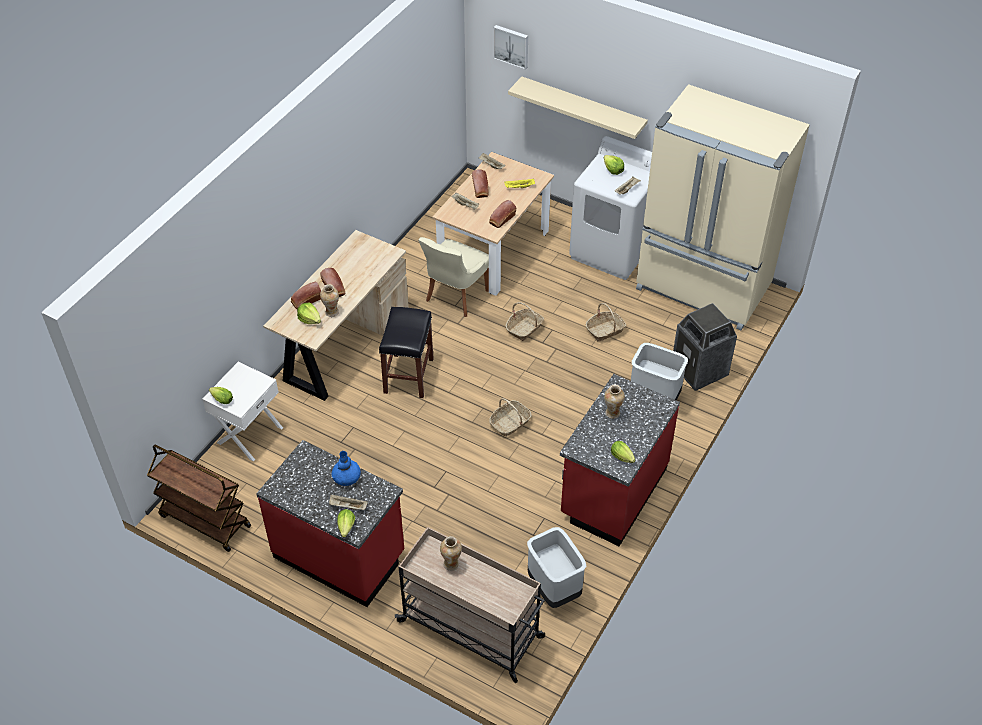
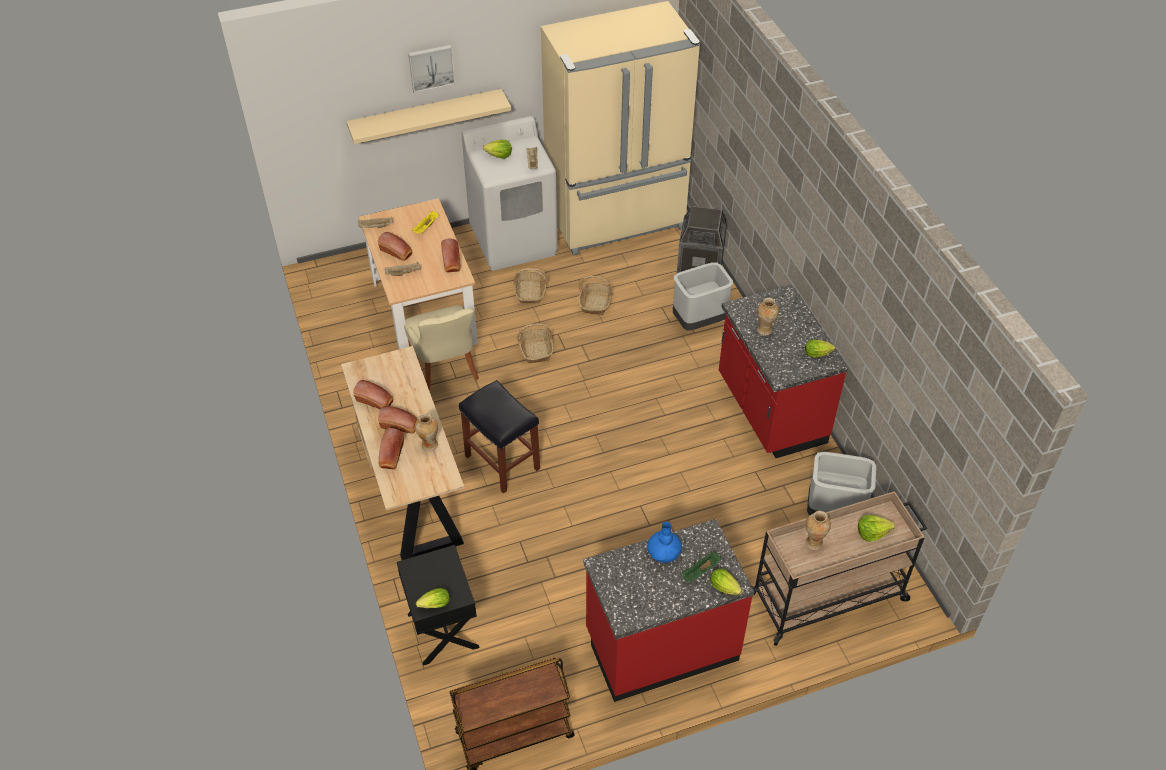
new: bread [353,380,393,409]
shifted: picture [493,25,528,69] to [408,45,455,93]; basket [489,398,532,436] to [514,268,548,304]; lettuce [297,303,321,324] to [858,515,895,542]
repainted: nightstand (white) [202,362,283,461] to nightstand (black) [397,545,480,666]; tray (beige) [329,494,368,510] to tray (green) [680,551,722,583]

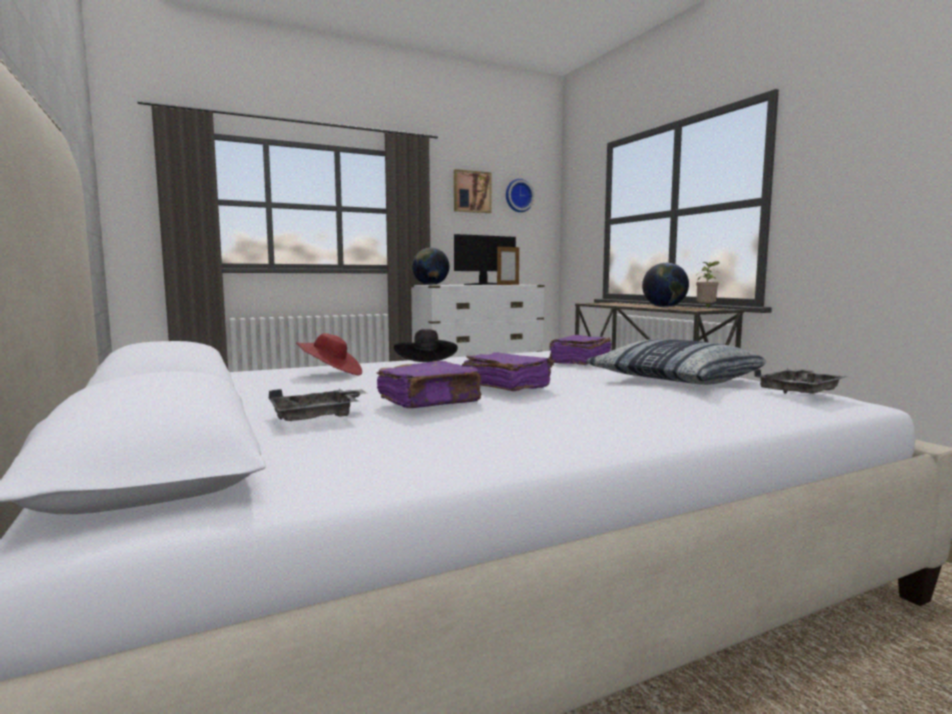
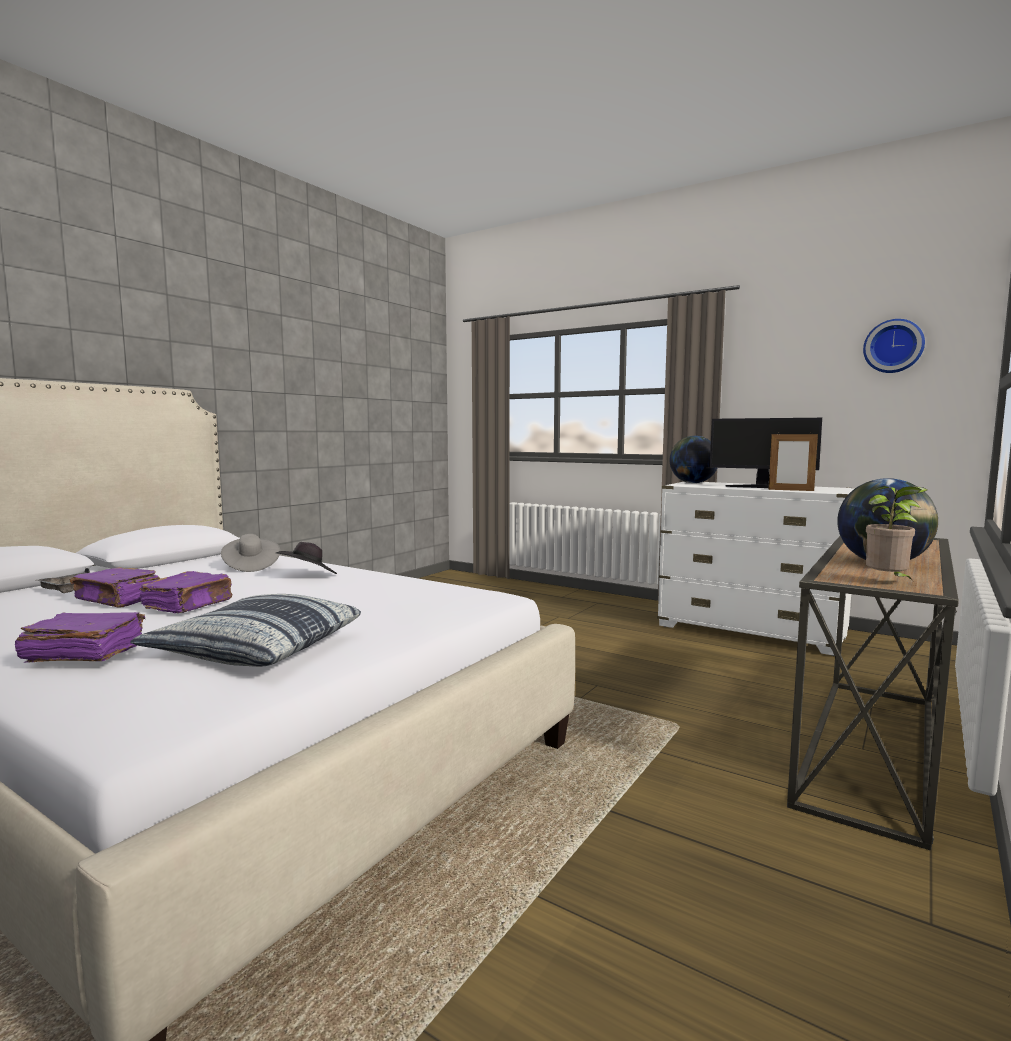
gone: picture [454,169,492,213]; tray (grey) [754,369,847,394]
shifted: book (purple) [549,335,612,365] to [15,612,145,663]
repainted: hat (red) [296,333,362,375] to hat (grey) [221,534,280,572]

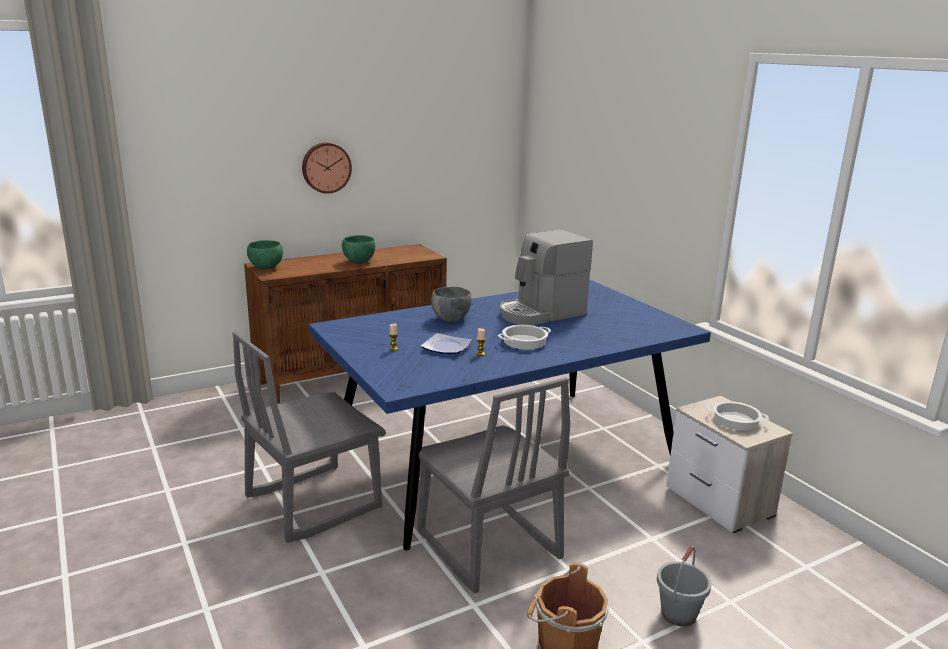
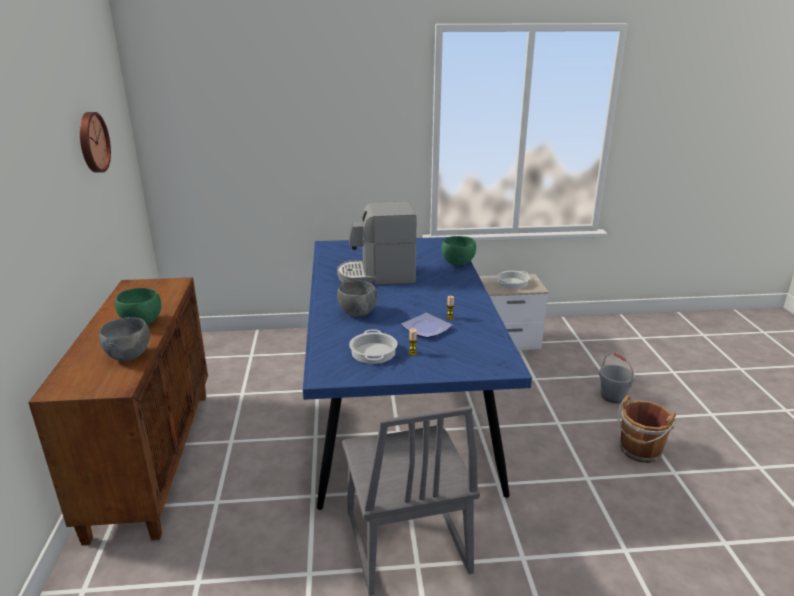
gone: chair (grey) [418,377,570,593]
new: bowl (grey) [99,317,150,361]
shifted: wall clock [302,142,352,194] to [80,112,111,173]; cooking pot [498,325,551,349] to [349,329,397,364]; bowl (green) [247,240,283,269] to [442,236,476,266]
rotated: coffee machine [500,229,593,325] = [337,201,417,285] 90 degrees clockwise

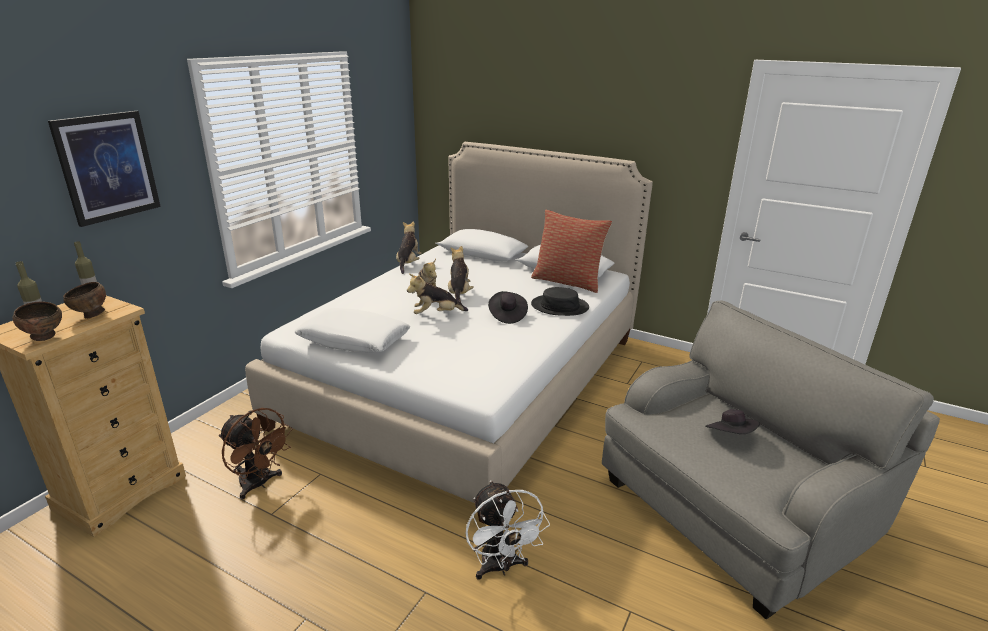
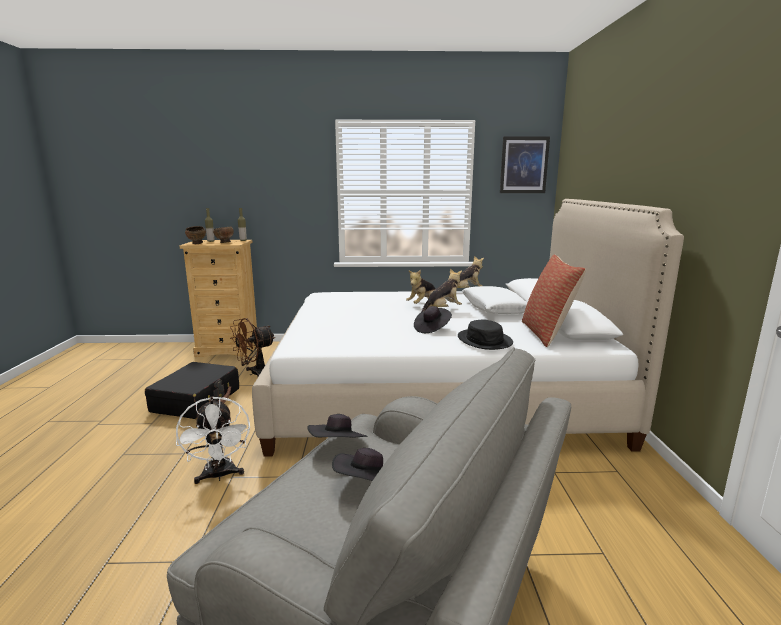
gone: plush toy [407,274,468,314]
new: suitcase (black) [145,362,239,419]; hat (black) [307,414,368,438]
shifted: pillow (white) [295,308,410,353] to [462,286,527,314]; picture [48,111,161,227] to [500,136,550,193]
rotated: fan (white) [465,480,550,580] = [176,396,250,484] 60 degrees counterclockwise; fan (brown) [219,408,293,500] = [230,318,275,376] 45 degrees clockwise

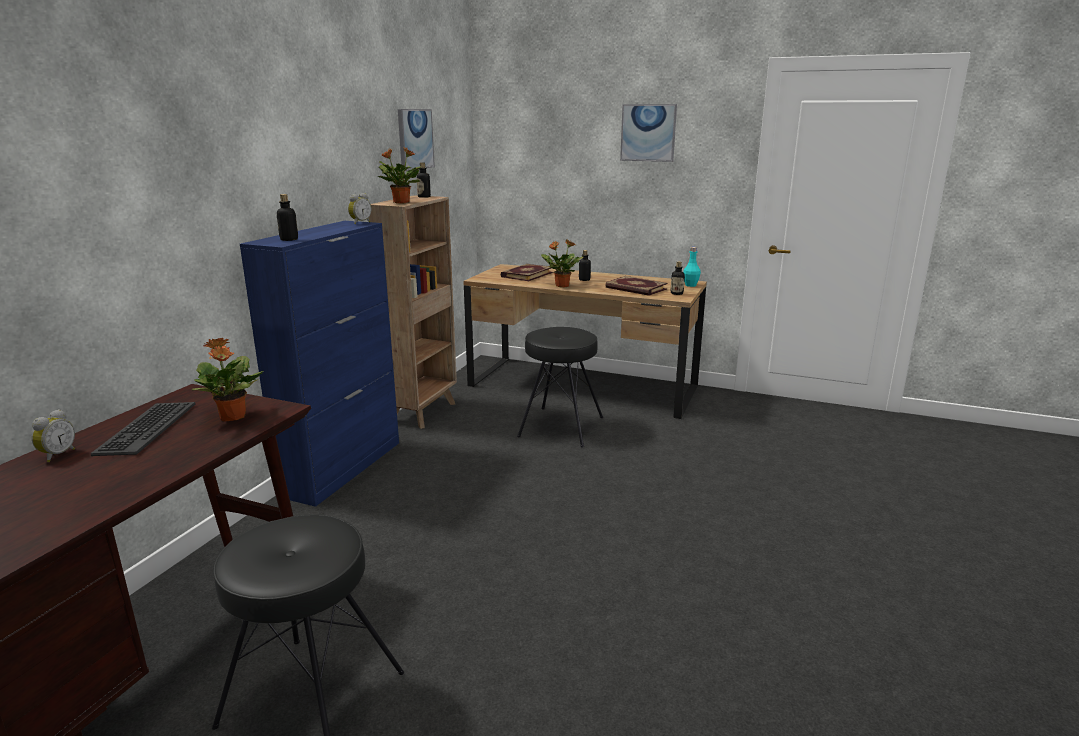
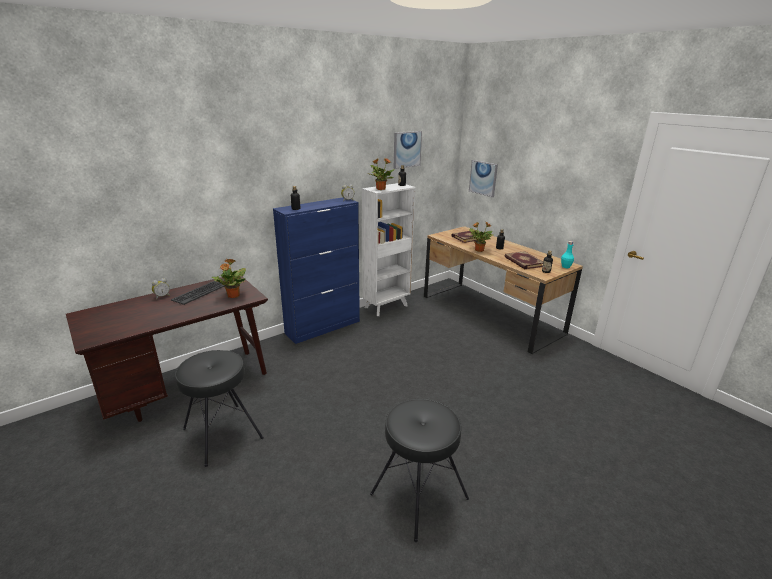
shifted: stool (black) [517,327,603,448] to [370,399,469,542]; picture [620,104,677,162] to [469,160,498,197]
repainted: bookcase (brown) [369,195,457,429] to bookcase (white) [362,183,415,316]

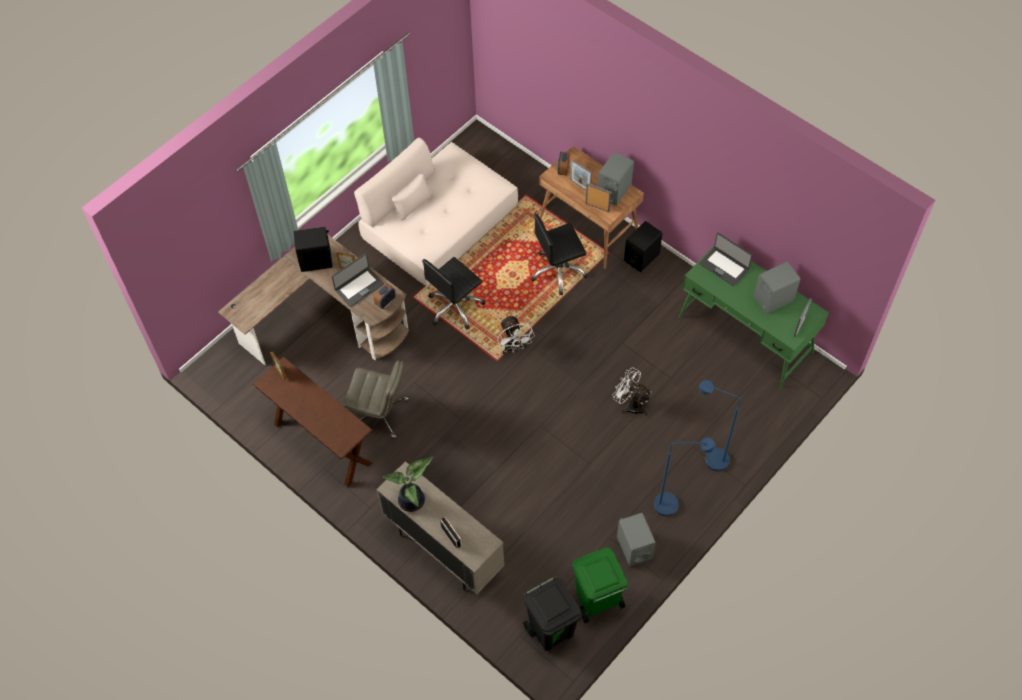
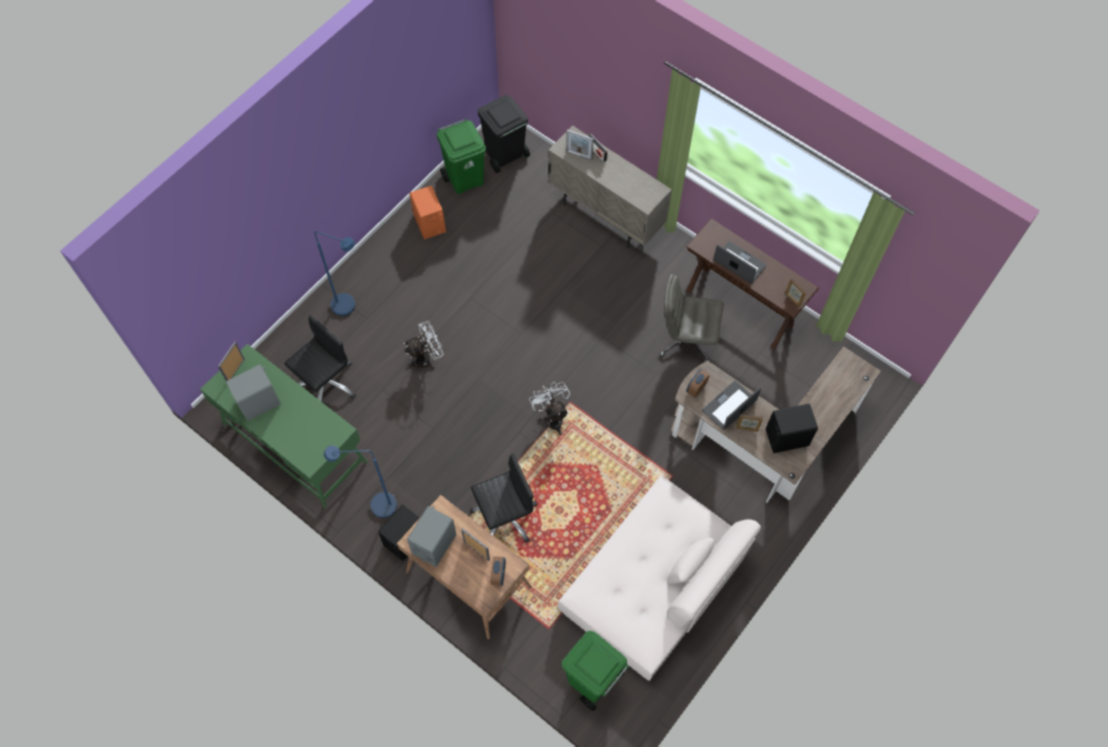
gone: potted plant [382,456,434,512]
new: trash can (green) [562,631,629,711]
shifted: office chair (black) [422,257,485,330] to [284,315,356,402]; floor lamp (blue) [654,438,715,516] to [324,445,397,518]; picture frame [586,183,611,212] to [566,130,593,160]; laptop [699,233,753,286] to [713,241,767,284]
repainted: speaker (grey) [617,513,656,566] to speaker (orange) [410,186,446,239]
rotated: fan (white) [613,367,652,416] = [404,321,444,369] 60 degrees counterclockwise

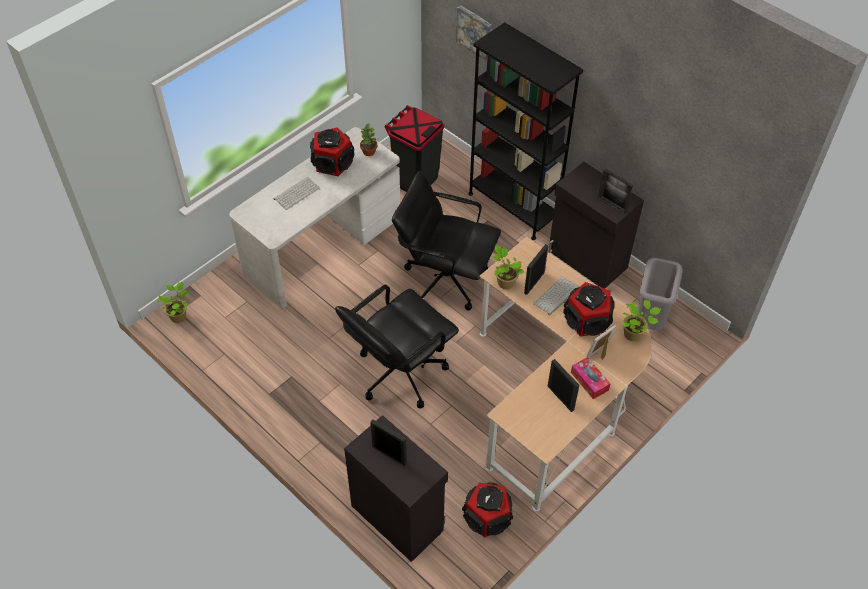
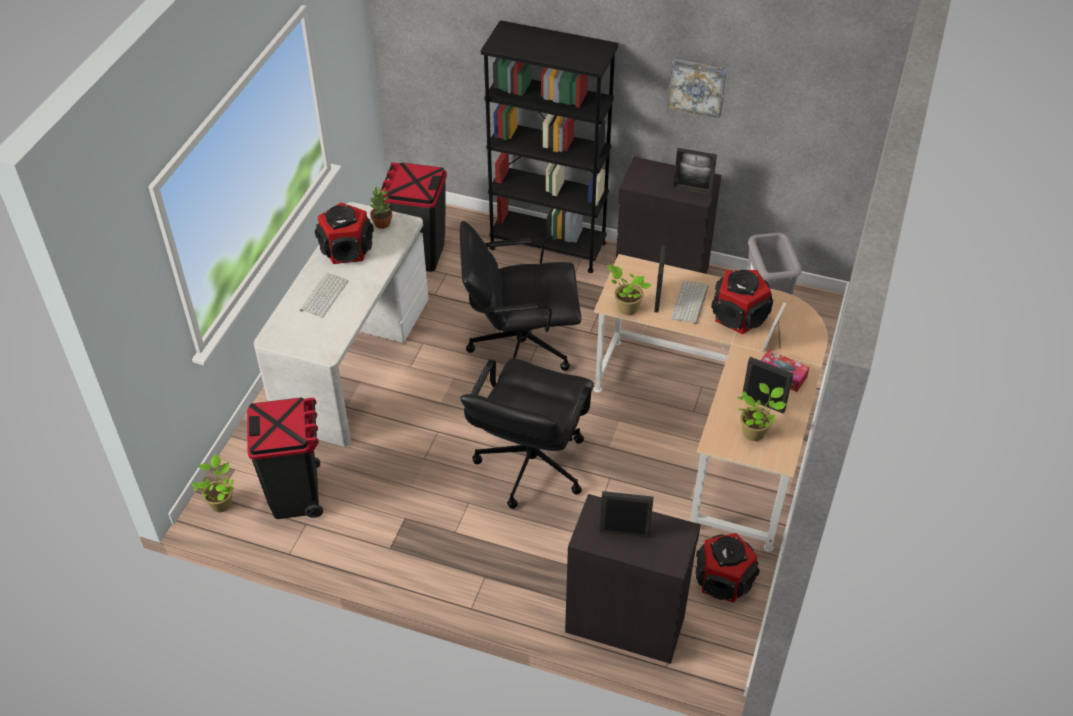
new: trash can (black) [247,398,323,519]
shifted: picture [456,5,492,61] to [668,59,727,118]; potted plant [622,299,661,341] to [737,383,787,441]

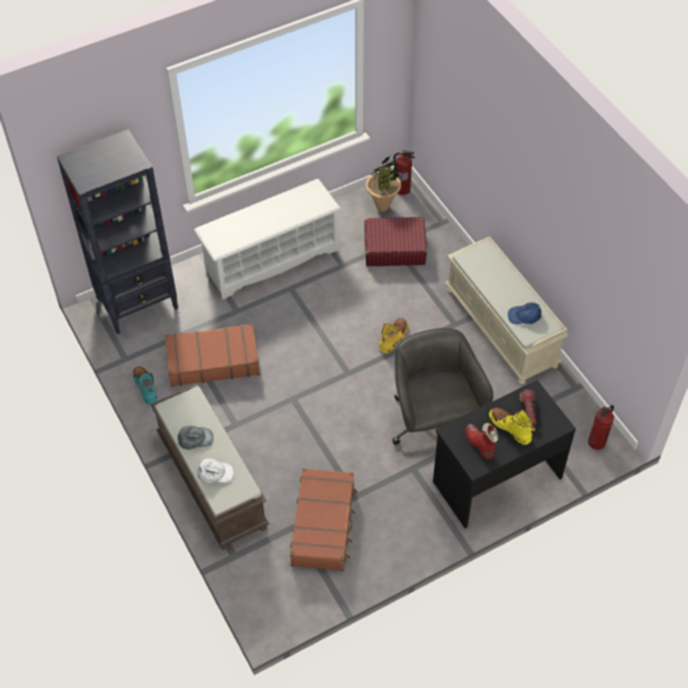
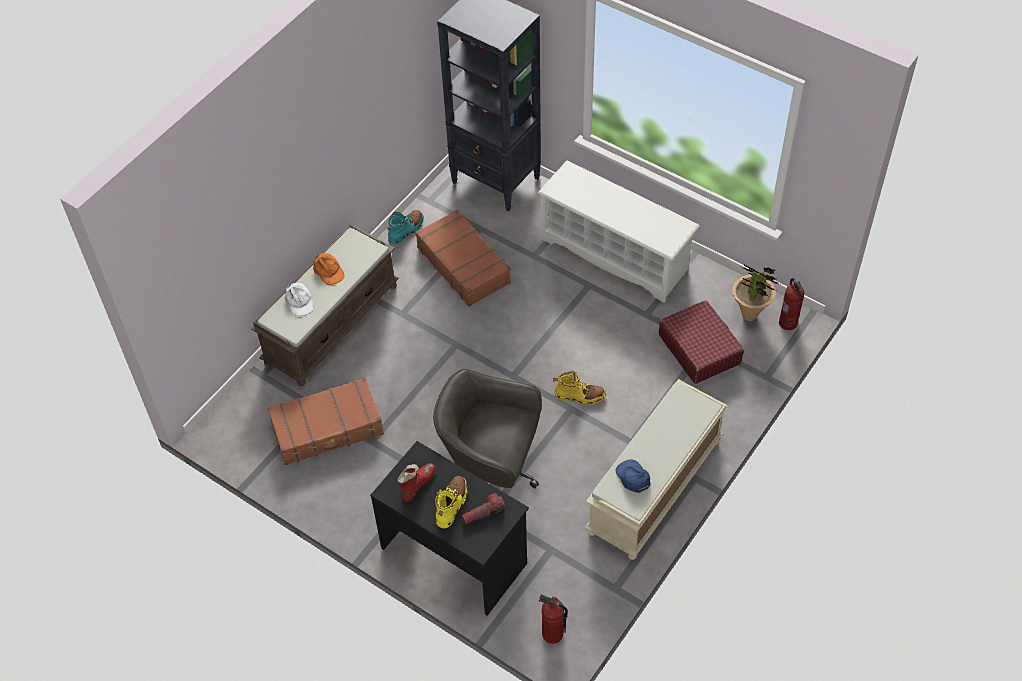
repainted: cap (grey) [178,426,214,450] to cap (orange) [313,253,344,285]
rotated: office chair (grey) [392,328,493,445] = [433,369,542,488] 120 degrees counterclockwise

